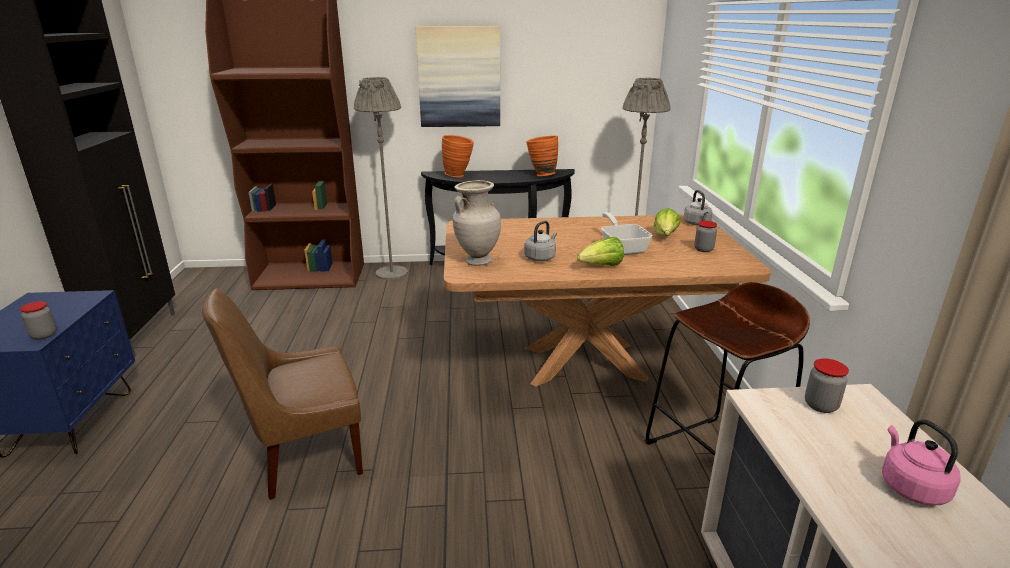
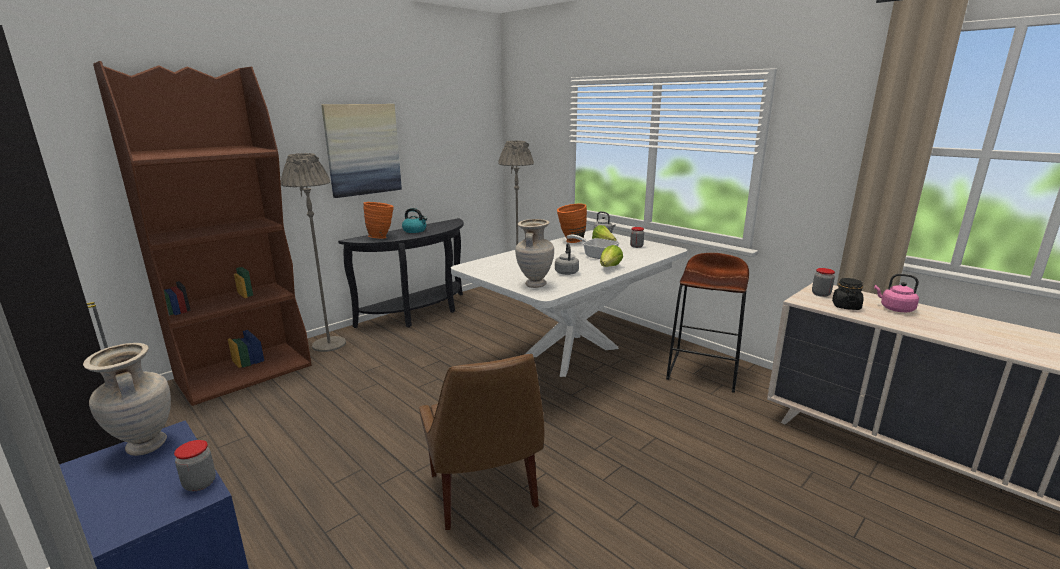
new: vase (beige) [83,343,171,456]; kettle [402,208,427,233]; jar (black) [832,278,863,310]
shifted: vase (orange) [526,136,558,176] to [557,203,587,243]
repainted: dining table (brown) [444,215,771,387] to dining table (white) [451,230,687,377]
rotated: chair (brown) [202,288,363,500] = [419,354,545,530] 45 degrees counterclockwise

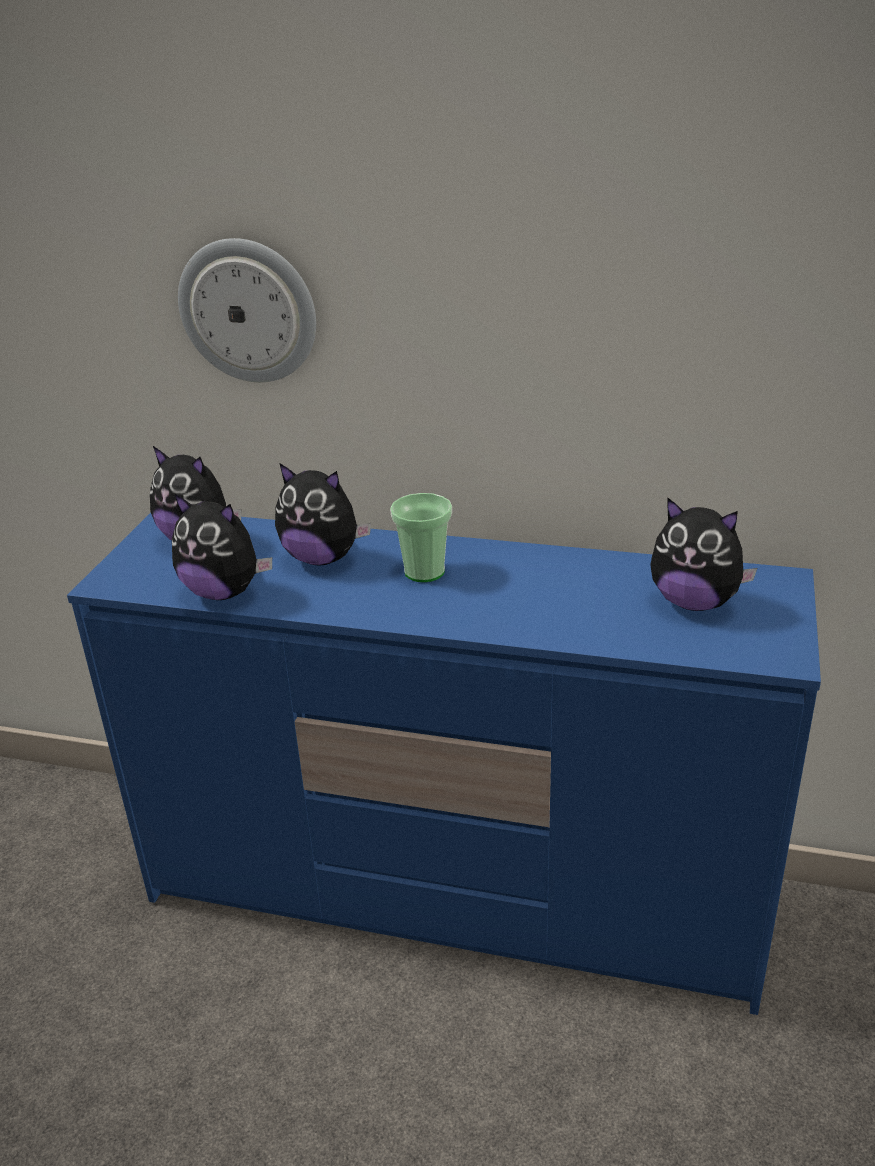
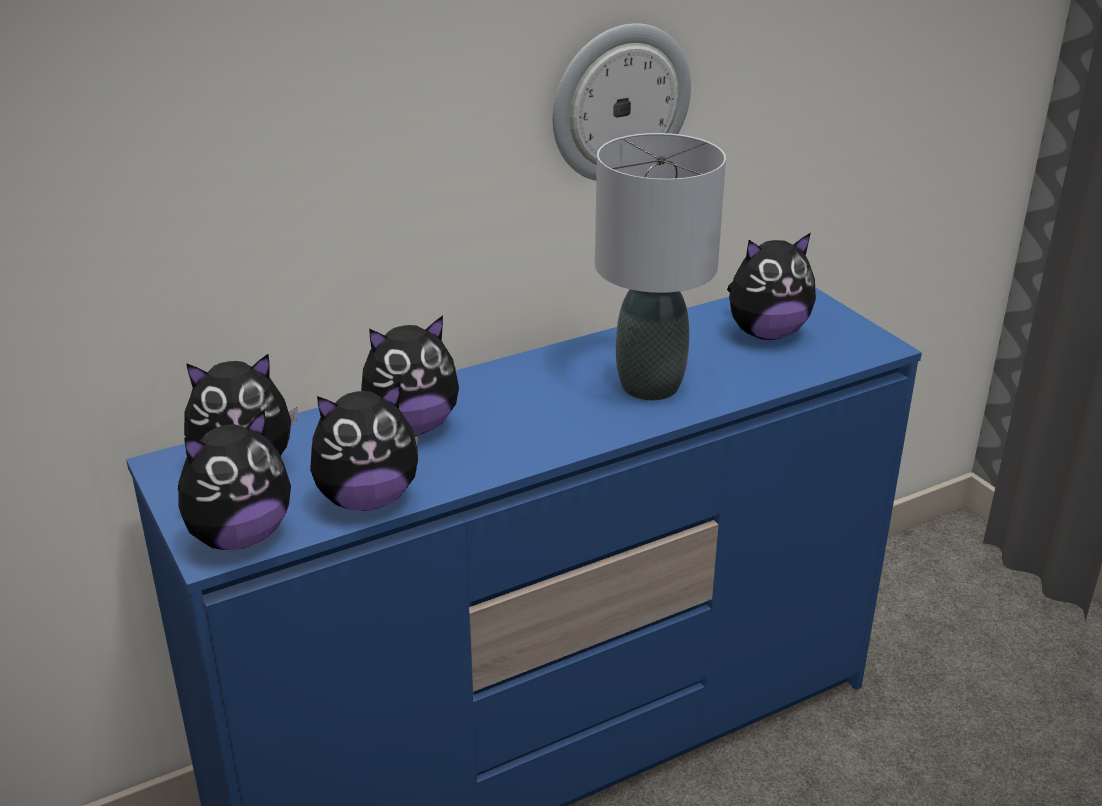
gone: cup [390,493,452,582]
new: plush toy [178,409,291,550]; table lamp (grey) [595,133,726,400]
shifted: wall clock [178,238,316,382] to [552,23,691,181]

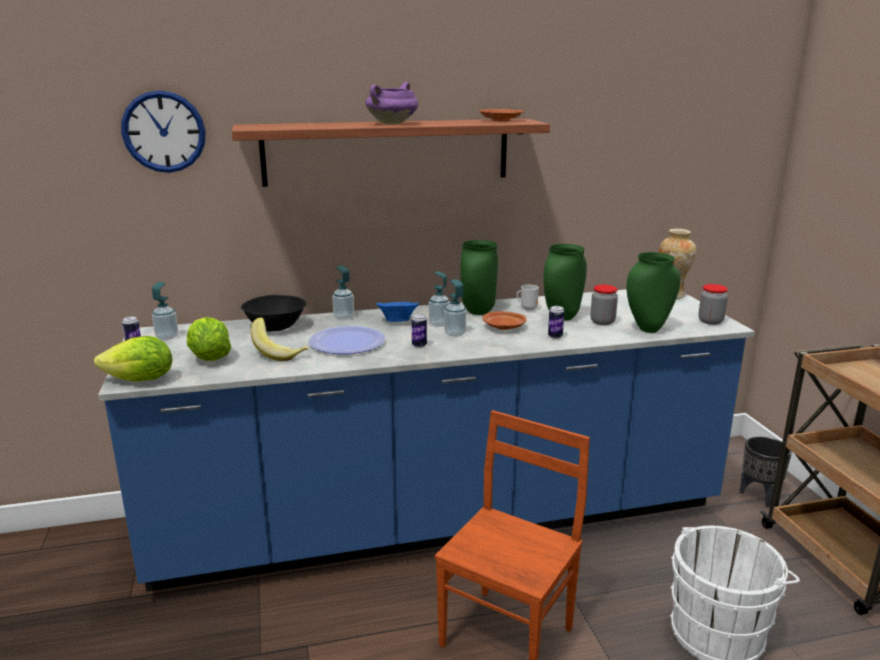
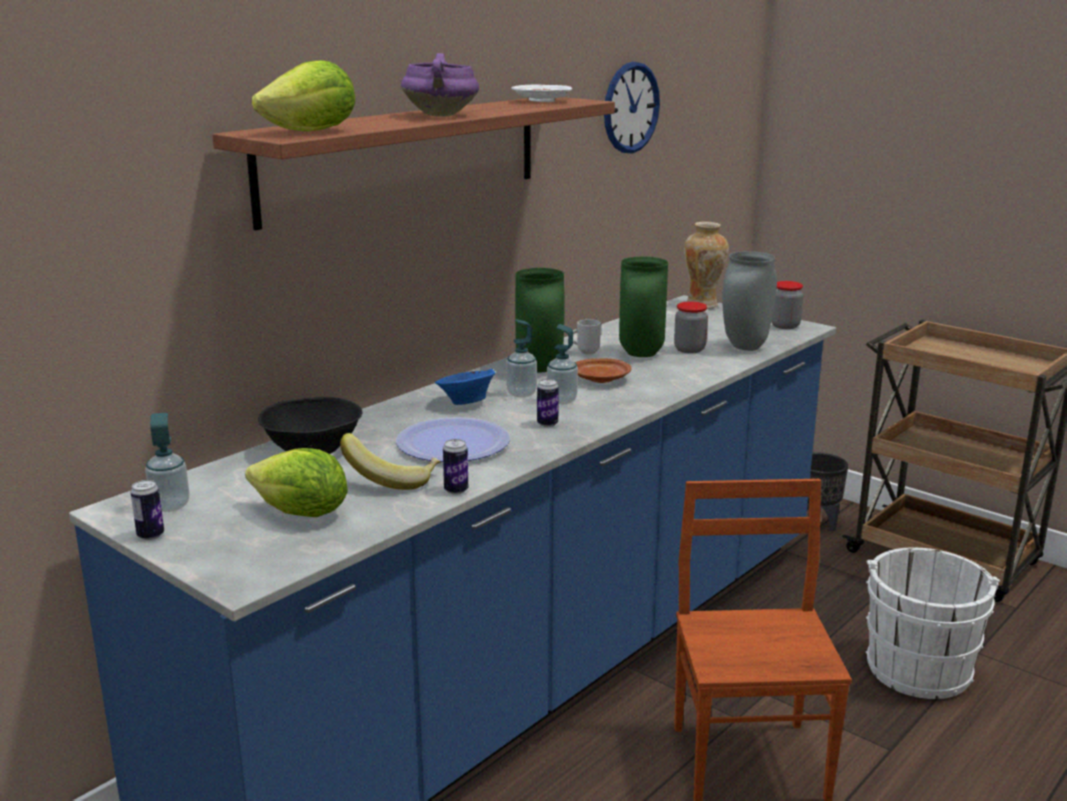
gone: soap dispenser [332,266,354,320]
shifted: lettuce [94,336,172,382] to [252,60,355,131]; can [548,306,564,339] to [443,439,468,495]; wall clock [121,90,206,173] to [604,62,660,154]
repainted: plate (brown) [479,109,524,122] to plate (white) [511,85,572,102]; vase (green) [626,252,681,333] to vase (grey) [722,251,777,351]

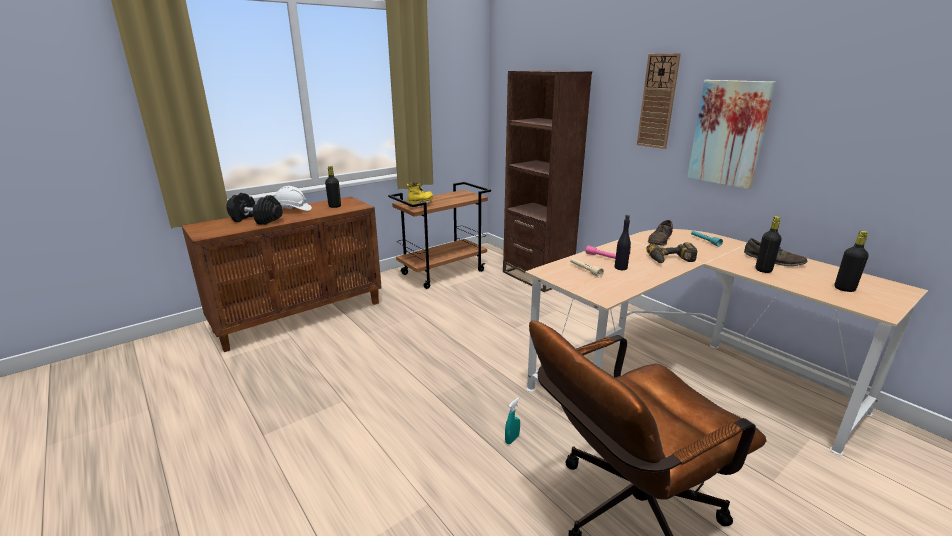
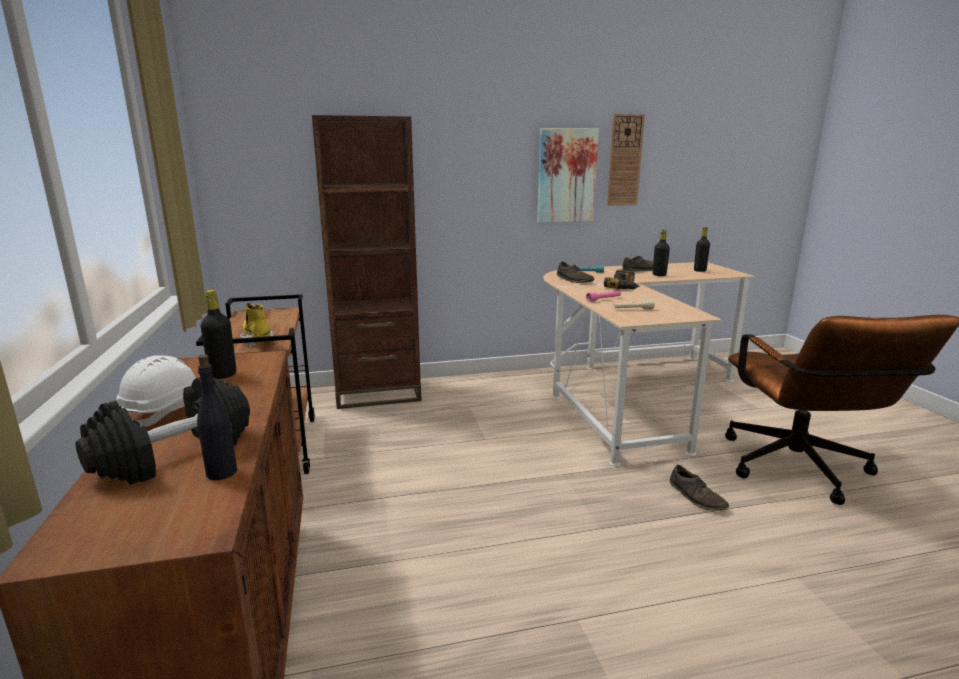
shifted: bottle (black) [615,215,631,270] to [197,354,237,480]; wall clock [637,53,681,149] to [607,114,645,206]
swapped: spray bottle (turquoise) [505,398,520,444] to shoe (brown) [670,465,729,511]

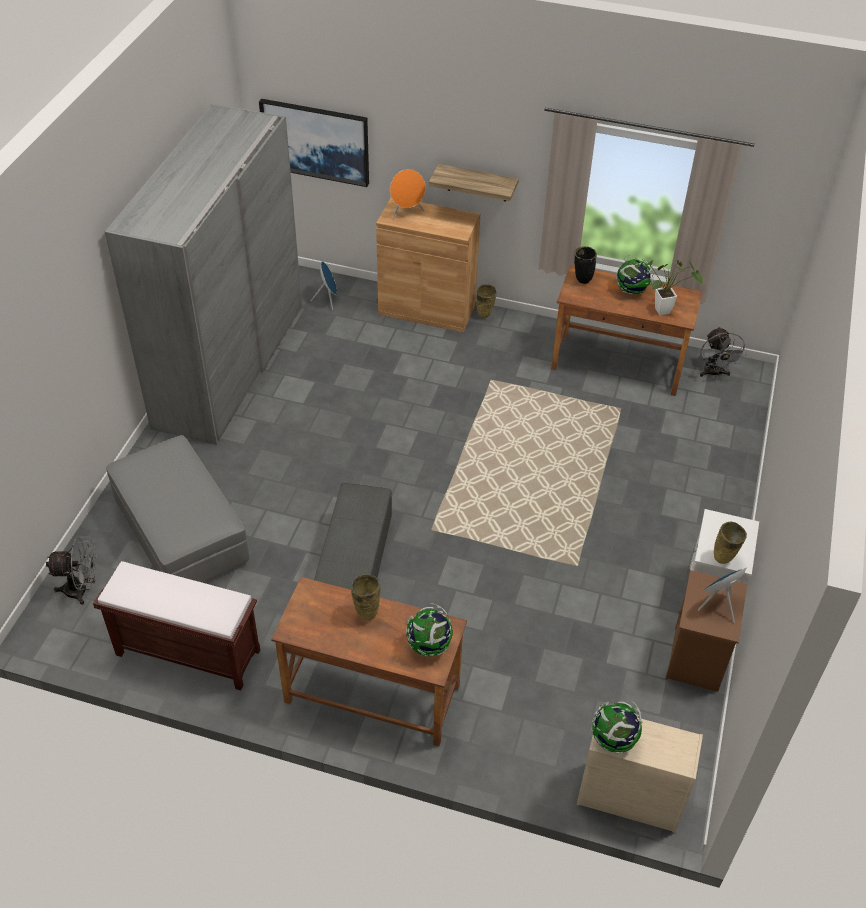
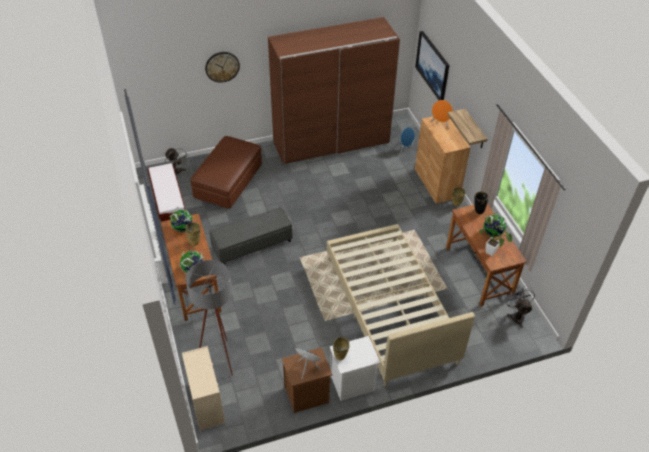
new: floor lamp (grey) [186,260,233,376]; wall clock [205,52,240,83]; bed (beige) [327,224,475,387]
shifted: globe [591,701,642,755] to [170,207,194,232]
repainted: ottoman (grey) [106,435,250,582] to ottoman (brown) [190,136,262,209]; wardrobe (grey) [105,103,302,445] to wardrobe (brown) [268,17,400,165]
rotated: fan (grey) [700,327,746,378] = [505,285,535,328] 120 degrees clockwise

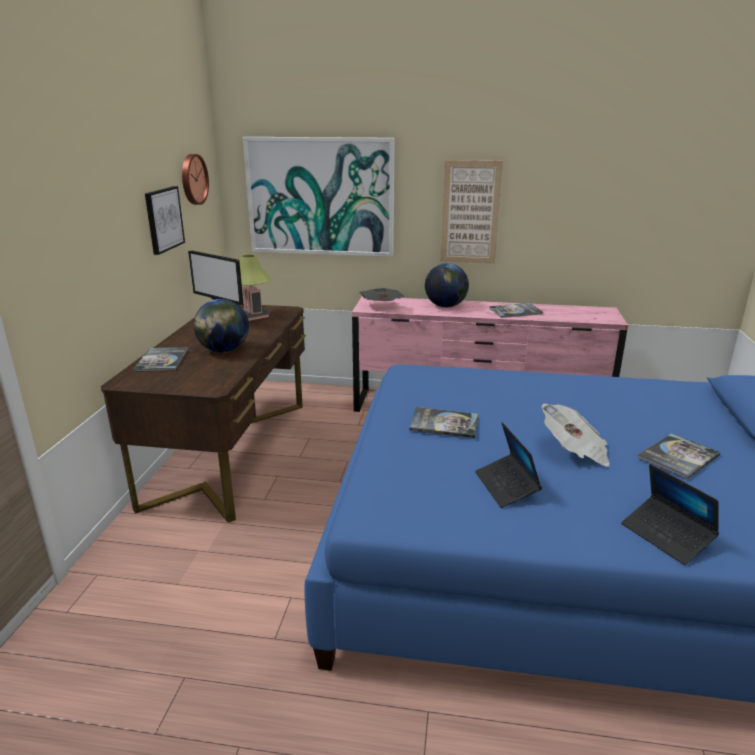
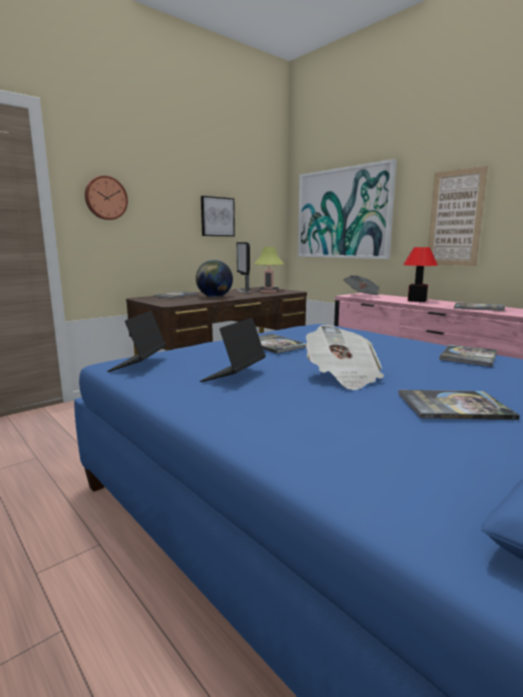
new: book [439,345,497,367]
shifted: wall clock [182,154,209,205] to [85,176,128,220]; laptop [621,464,719,565] to [107,311,166,372]
swapped: globe [425,263,469,307] to table lamp [403,247,438,302]

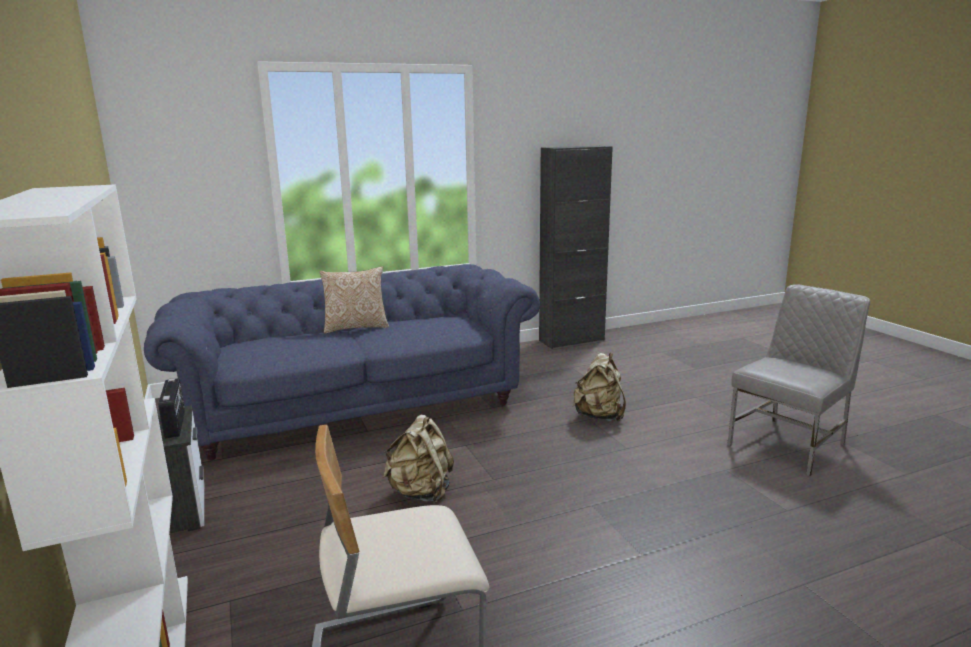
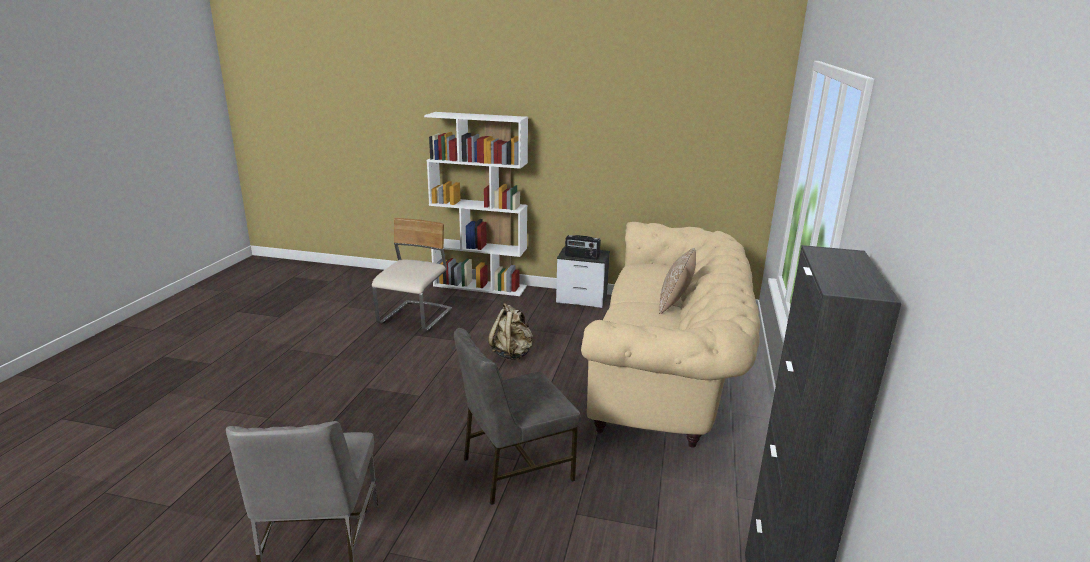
swapped: backpack (beige) [573,353,626,422] to chair (grey) [454,328,581,505]
repainted: sofa (blue) [144,264,540,461] to sofa (beige) [581,222,760,447]

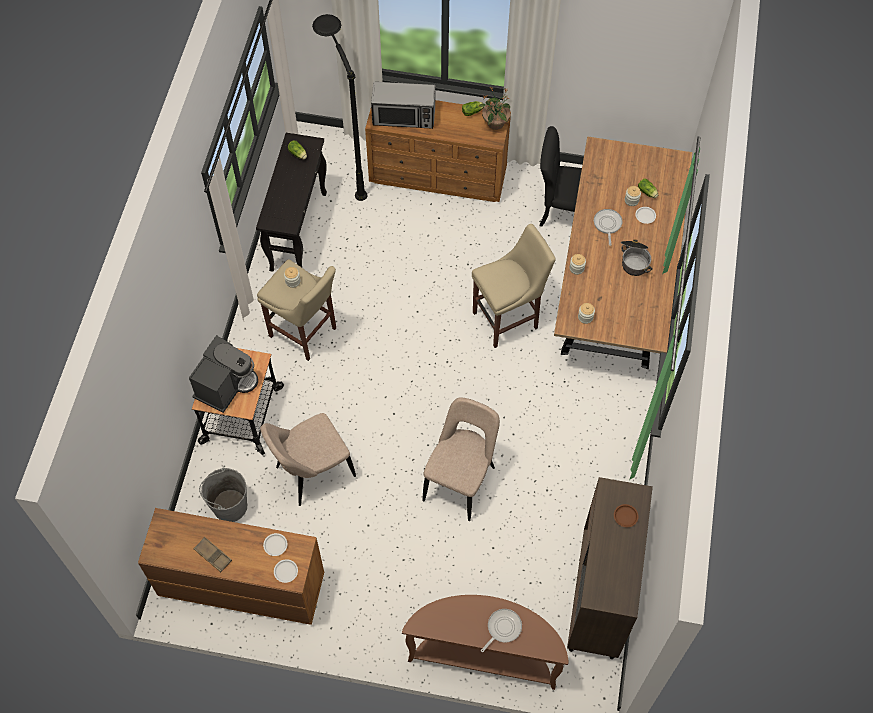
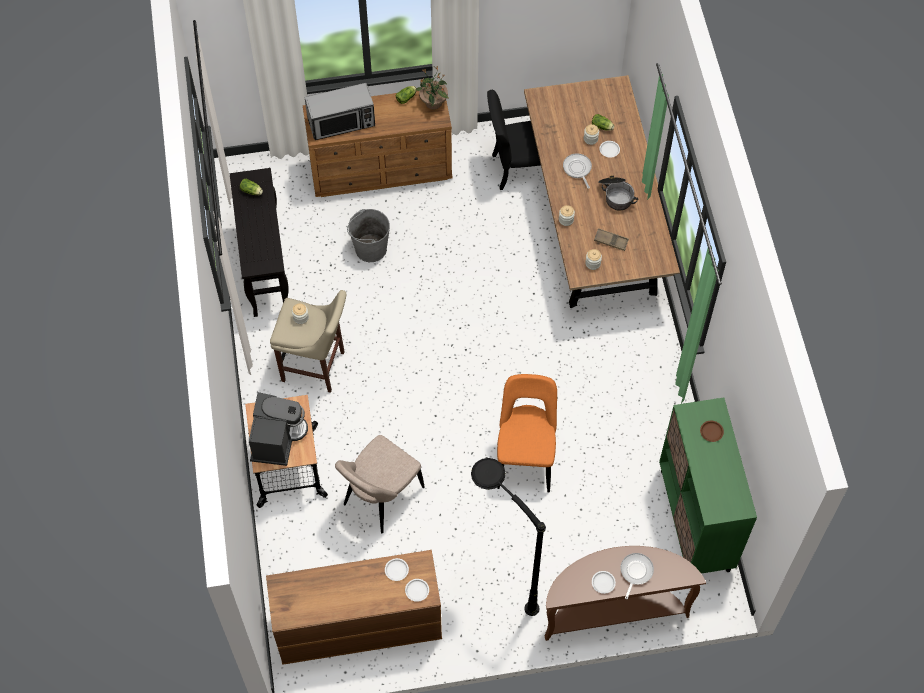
gone: stool (beige) [472,224,556,348]
new: plate (white) [592,571,616,594]
shifted: bucket (grey) [199,468,247,522] to [347,209,390,262]; floor lamp (black) [312,14,368,201] to [471,458,546,616]; tray (brown) [193,537,232,572] to [594,228,629,251]
repainted: chair (beige) [423,397,500,521] to chair (orange) [497,374,557,493]; cabinet (brown) [567,477,653,659] to cabinet (green) [659,398,757,574]

